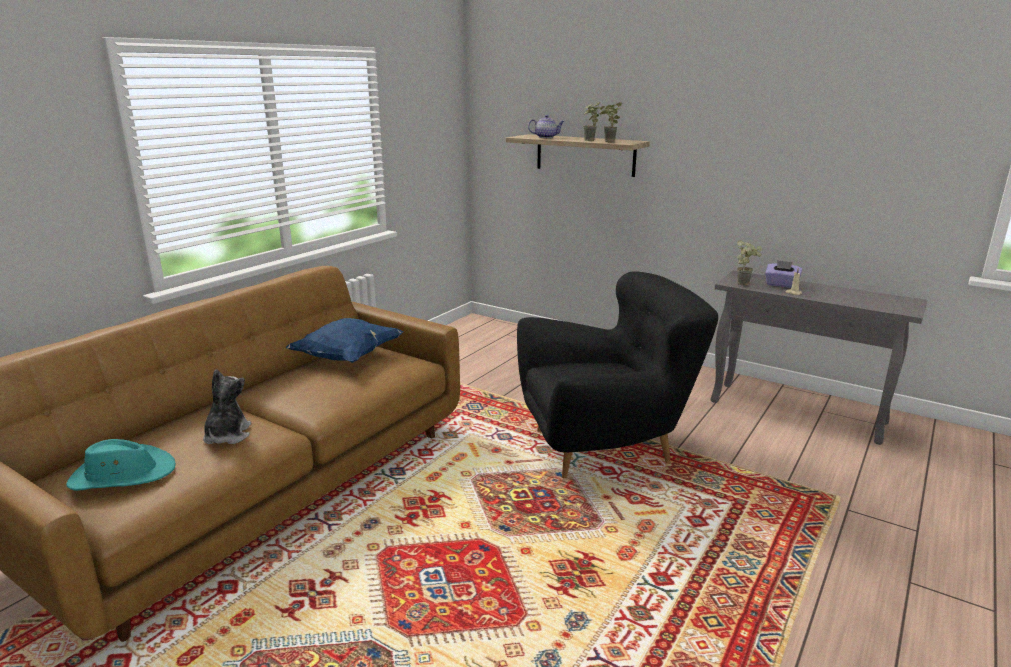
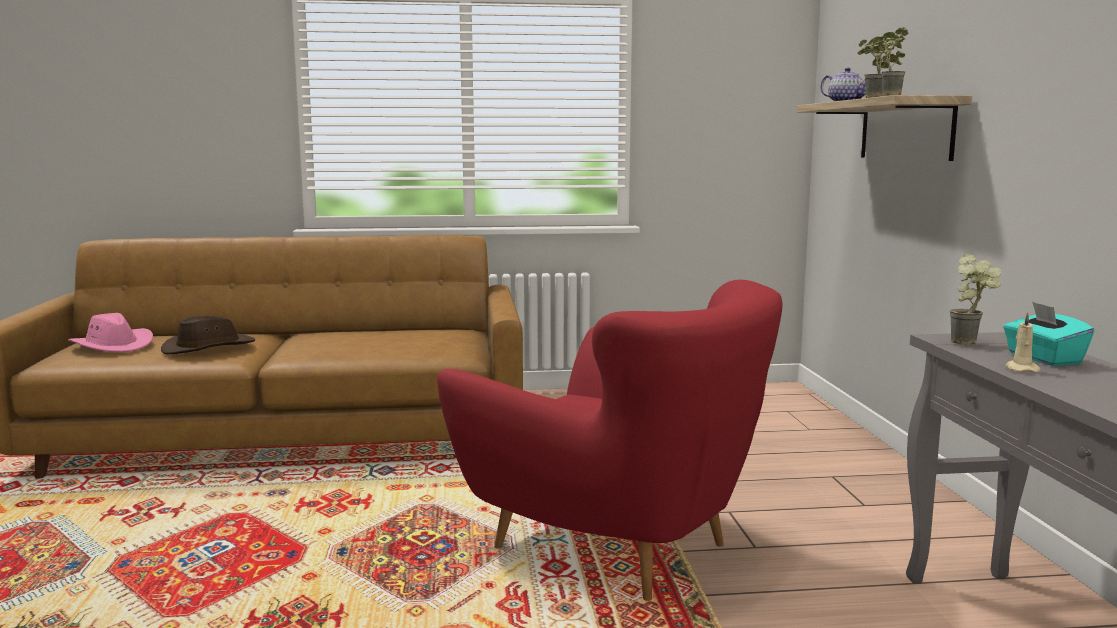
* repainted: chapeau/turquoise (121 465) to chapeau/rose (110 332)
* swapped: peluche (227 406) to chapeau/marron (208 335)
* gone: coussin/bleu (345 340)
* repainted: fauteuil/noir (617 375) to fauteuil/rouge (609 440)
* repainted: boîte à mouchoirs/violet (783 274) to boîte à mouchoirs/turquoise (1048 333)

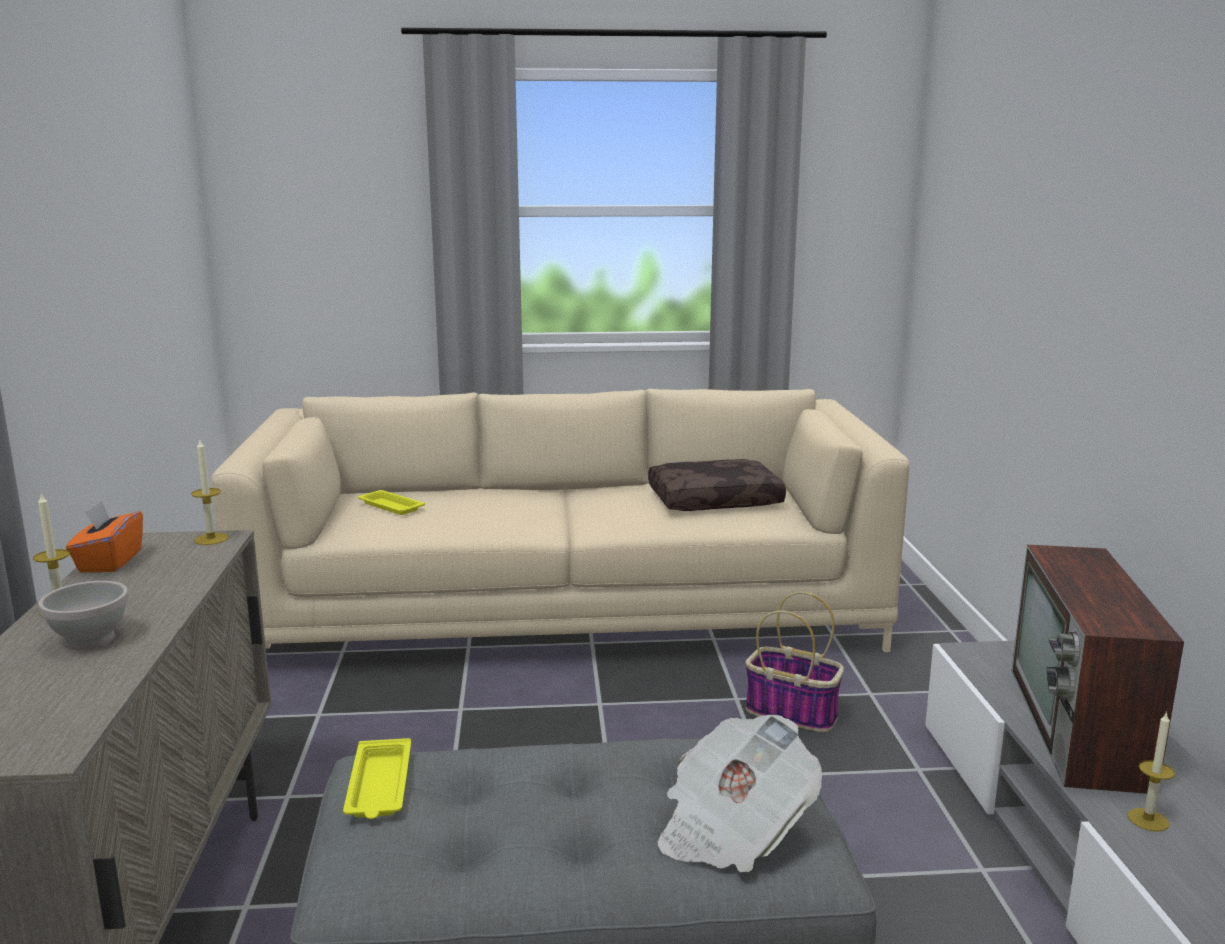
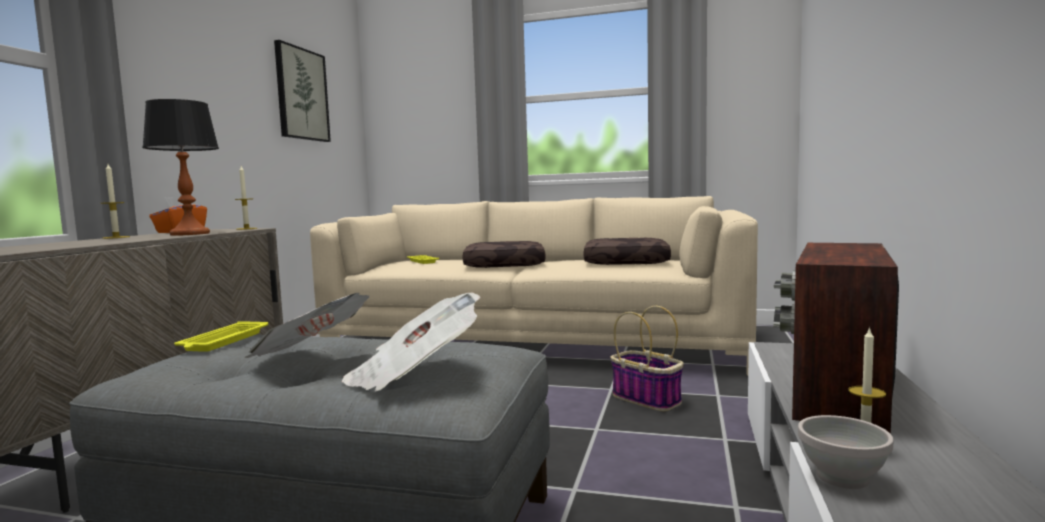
* shifted: bol/blanc (83 615) to (845 452)
* new: lampe de table (180 167)
* new: journal (307 325)
* new: tableau (302 91)
* new: coussin/marron (504 254)

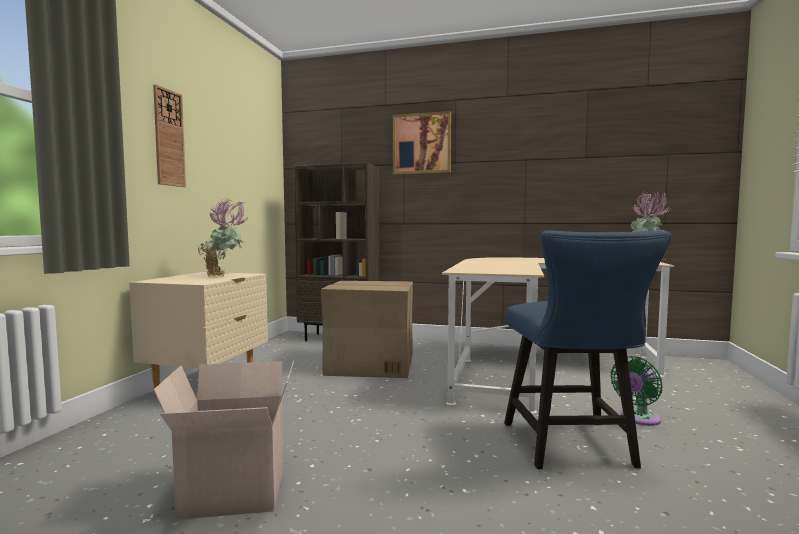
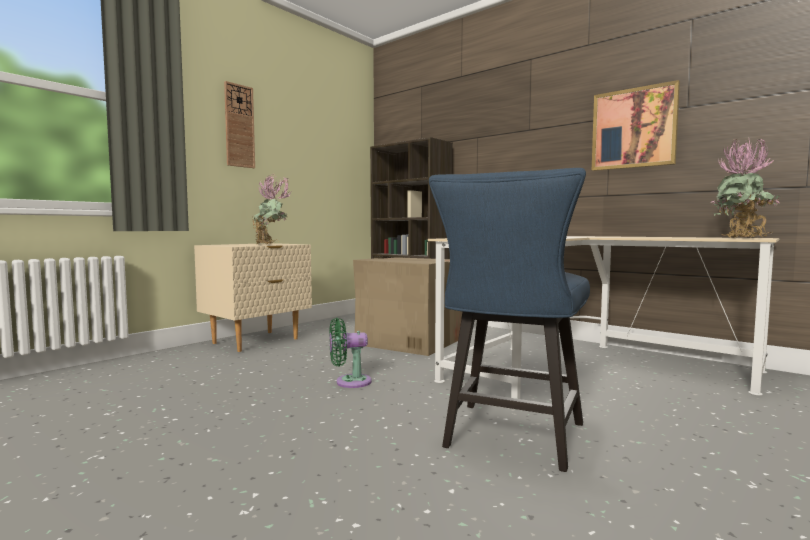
* gone: carton (224 440)
* shifted: tableau (422 142) to (636 125)
* shifted: ventilateur/vert (636 391) to (350 353)

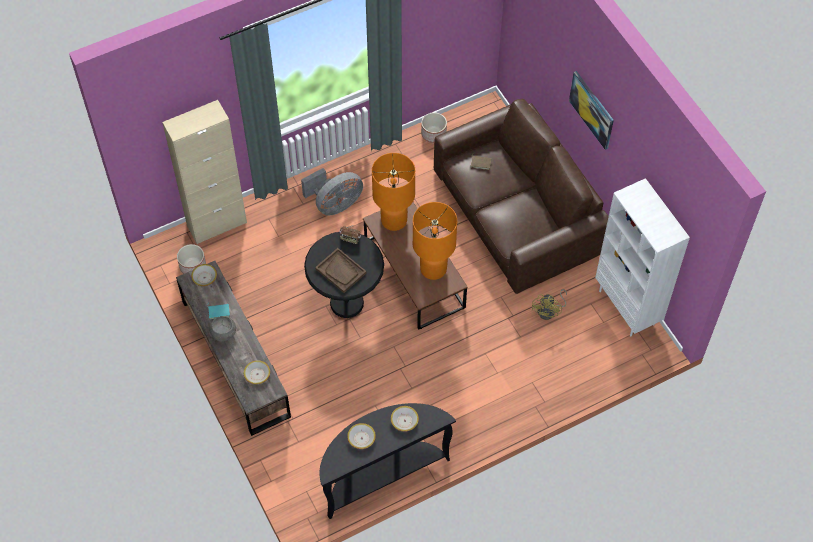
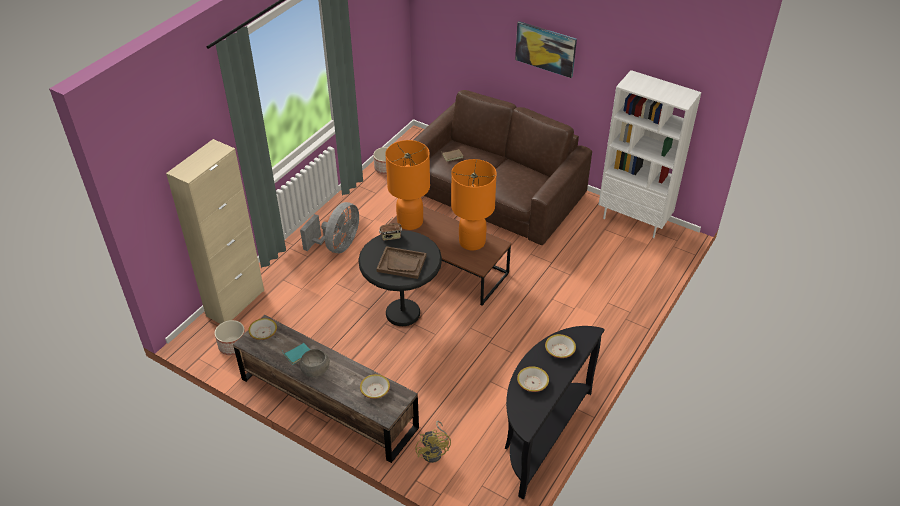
* shifted: ventilateur/jaune (549 304) to (433 442)

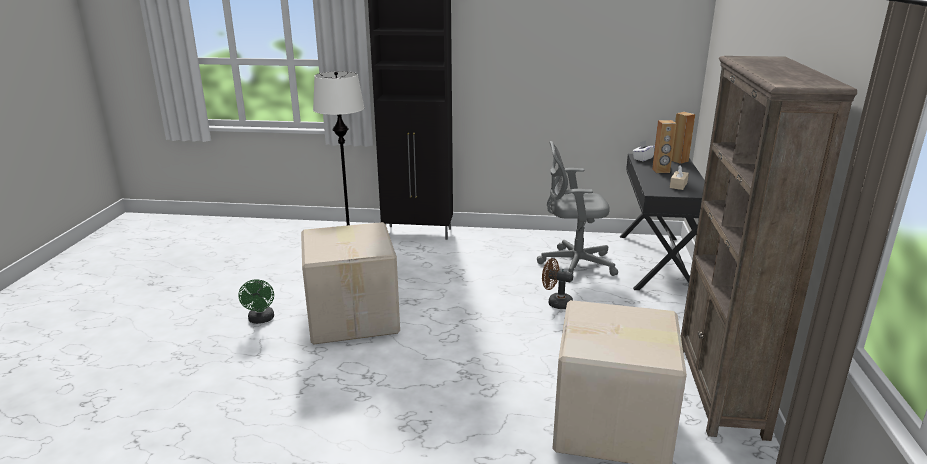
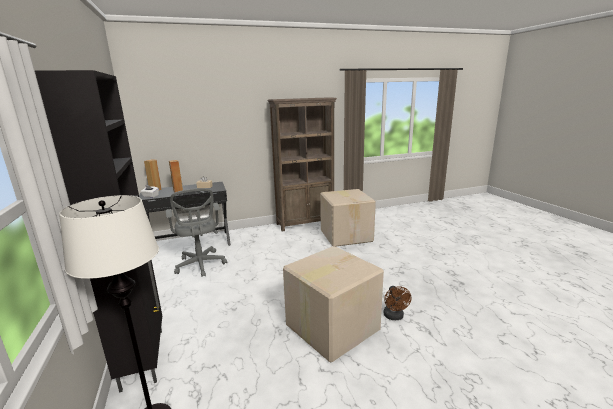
* gone: ventilateur/vert (256 301)
* shifted: ventilateur/marron (557 283) to (397 303)

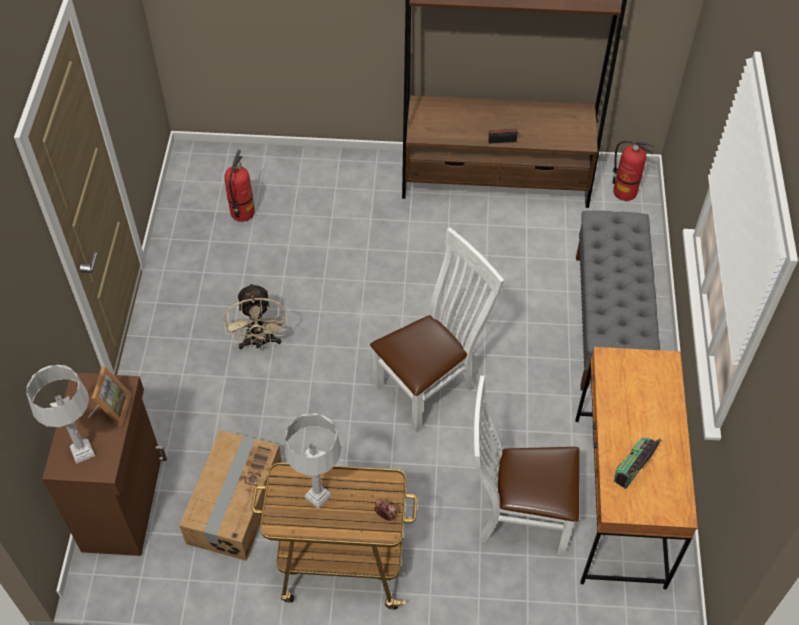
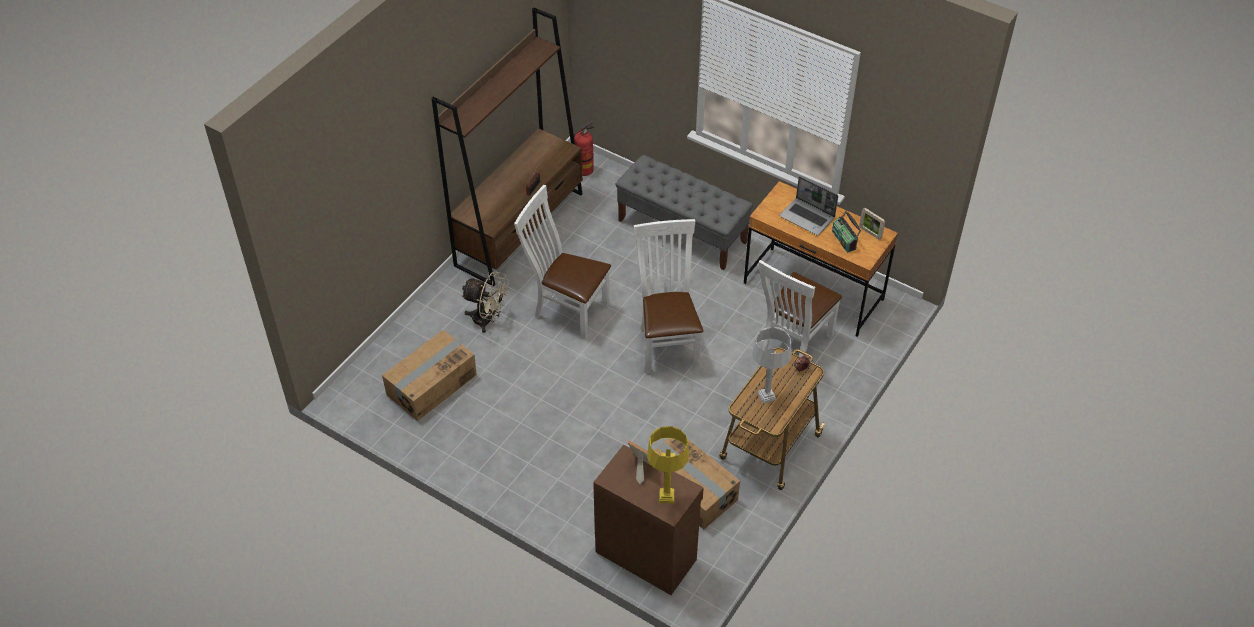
* repainted: lampe de table/gris (61 414) to lampe de table/jaune (668 465)
* swapped: extincteur (239 186) to carton (429 375)
* shifted: ventilateur/beige (256 316) to (485 302)
* new: chaise/blanc (562 262)
* new: ordinateur portable (808 206)
* new: cadre photo (872 224)

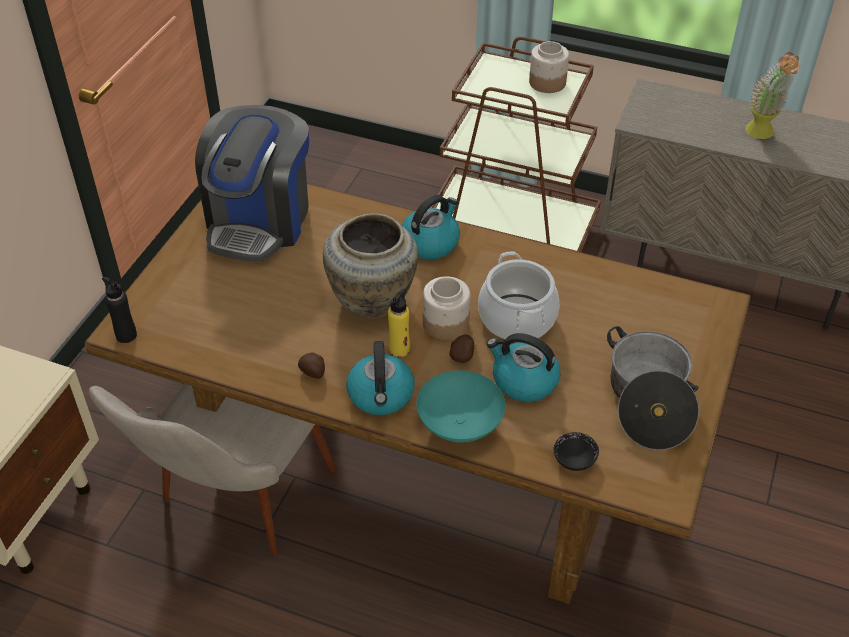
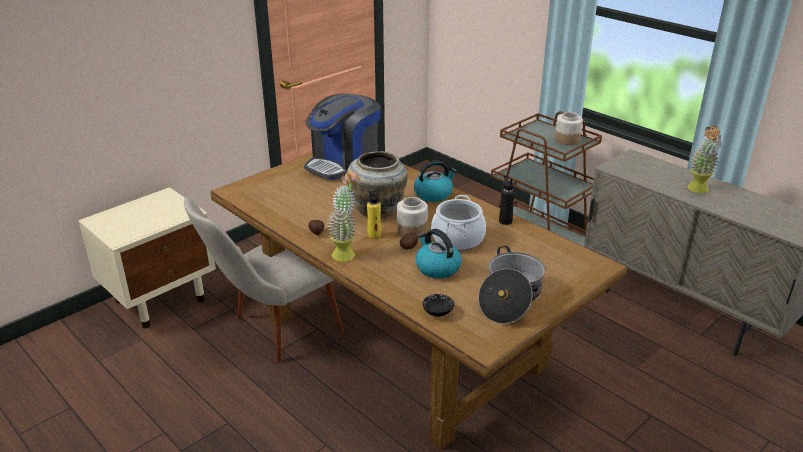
* shifted: bouteille/noir (119 310) to (507 200)
* swapped: bouilloire (380 378) to plante en pot (343 216)
* gone: bol/turquoise (460 406)

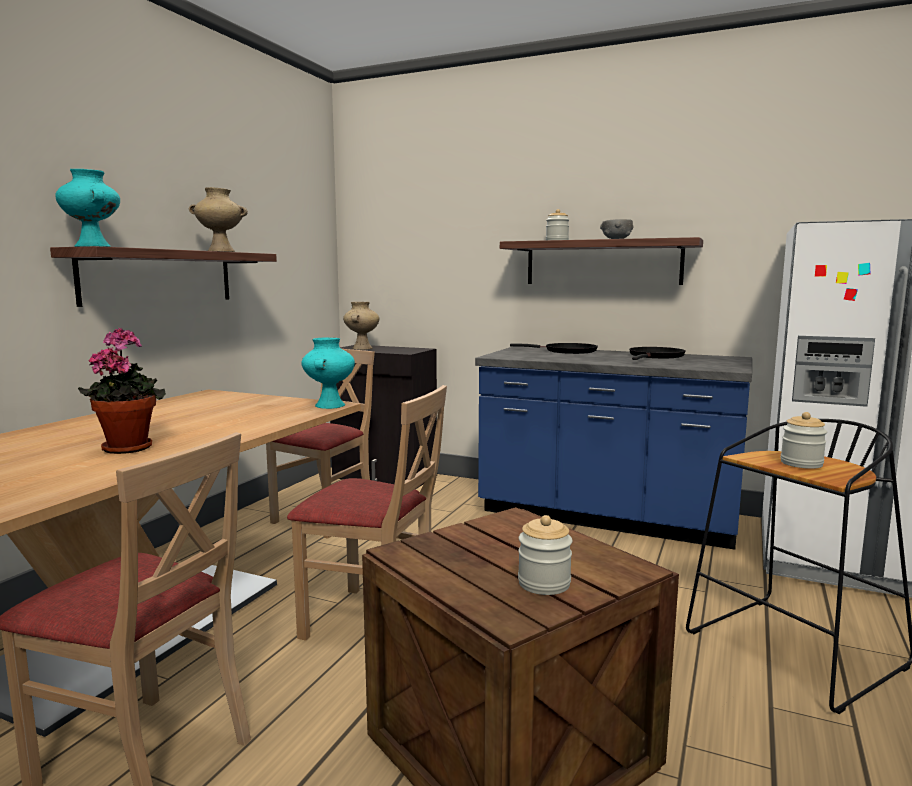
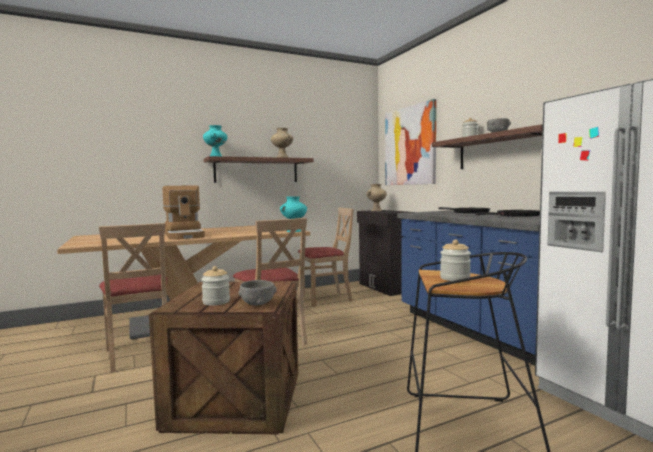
* swapped: plante en pot (122 391) to machine à café (183 212)
* new: bol/gris (257 293)
* new: tableau (410 142)

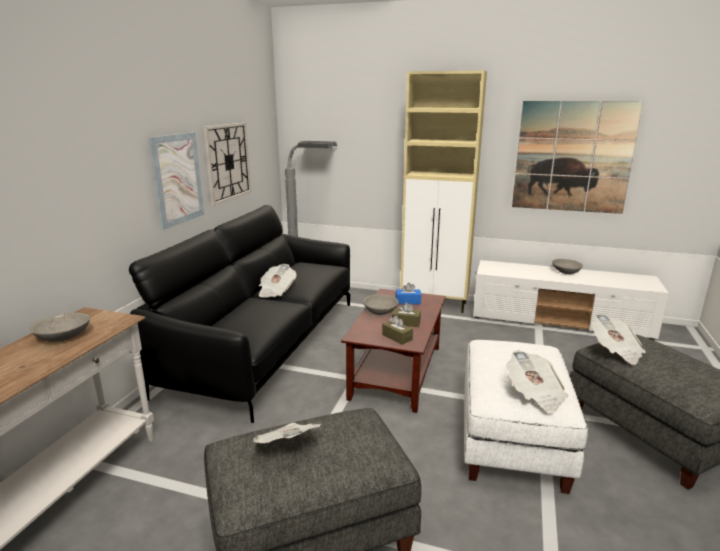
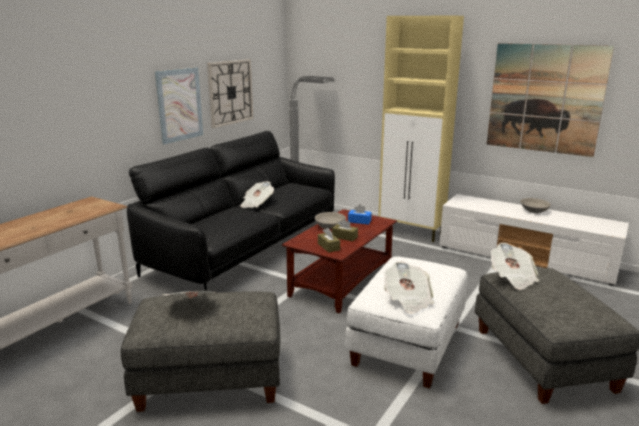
* gone: bol/gris (59 327)

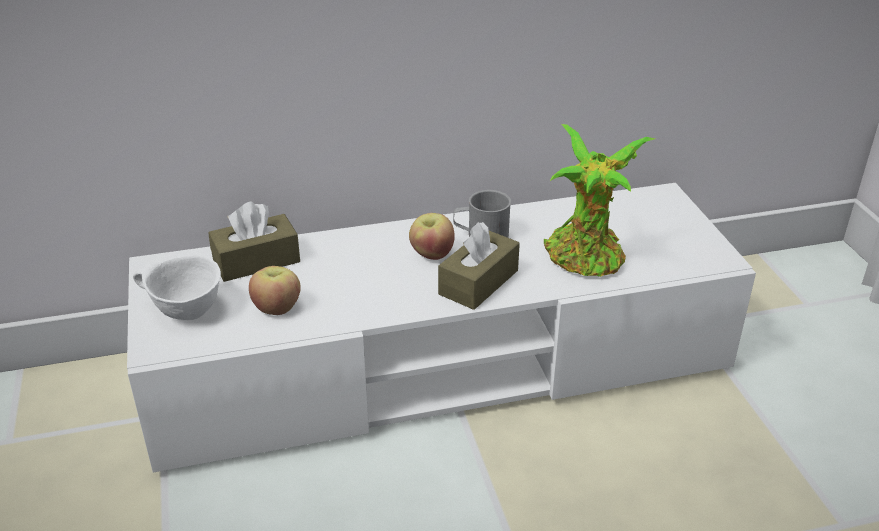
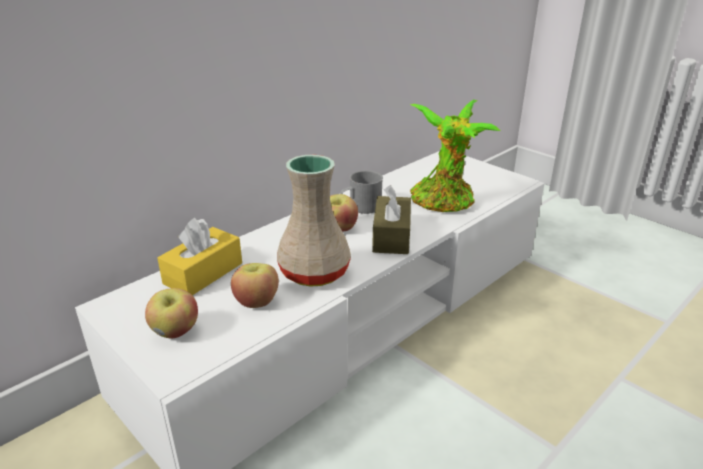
* swapped: bol/blanc (177 287) to pomme (171 313)
* repainted: boîte à mouchoirs/marron (254 242) to boîte à mouchoirs/jaune (199 256)
* new: vase/beige (314 221)

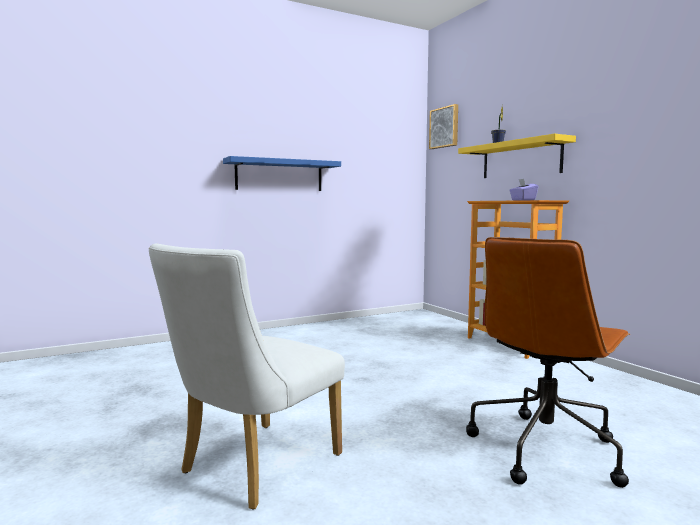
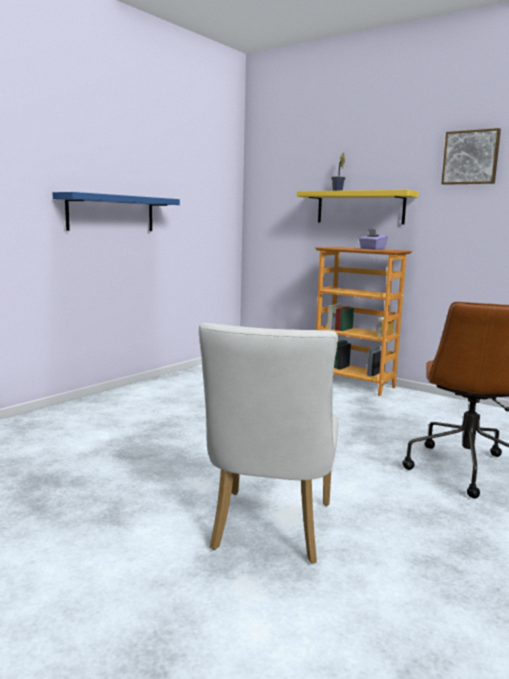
* shifted: tableau (443 126) to (471 156)

